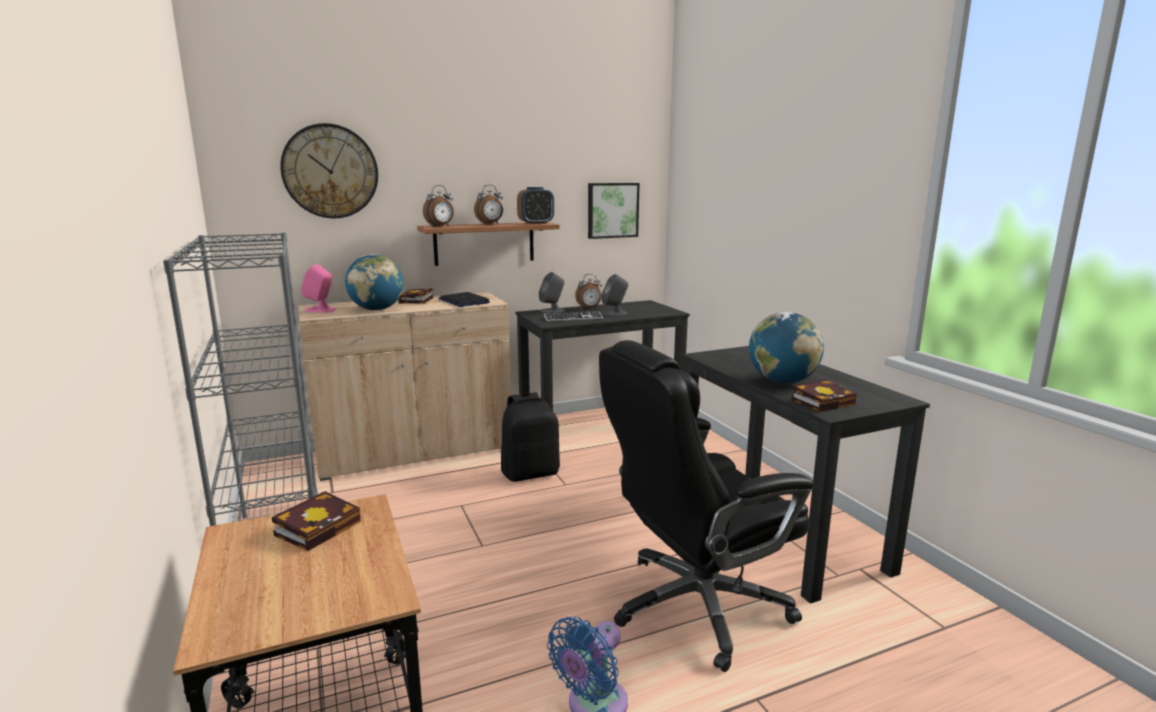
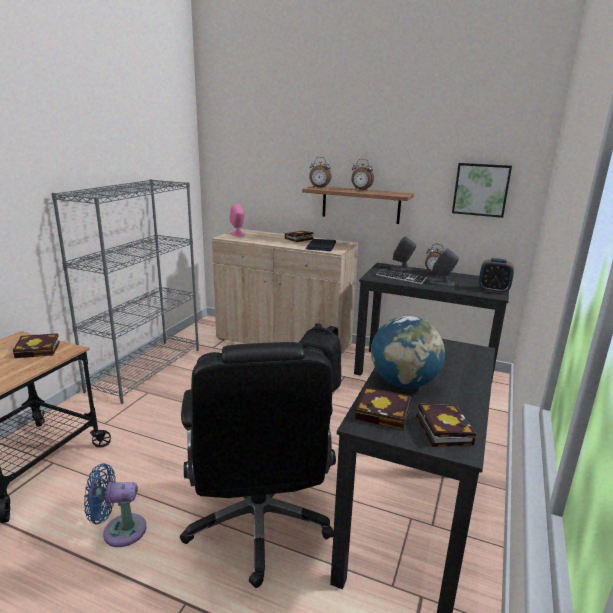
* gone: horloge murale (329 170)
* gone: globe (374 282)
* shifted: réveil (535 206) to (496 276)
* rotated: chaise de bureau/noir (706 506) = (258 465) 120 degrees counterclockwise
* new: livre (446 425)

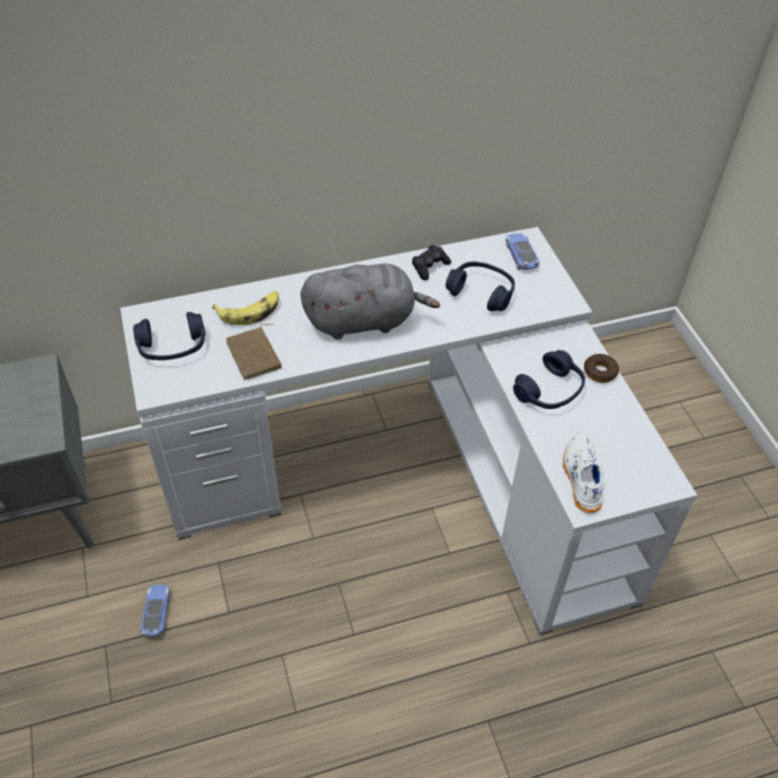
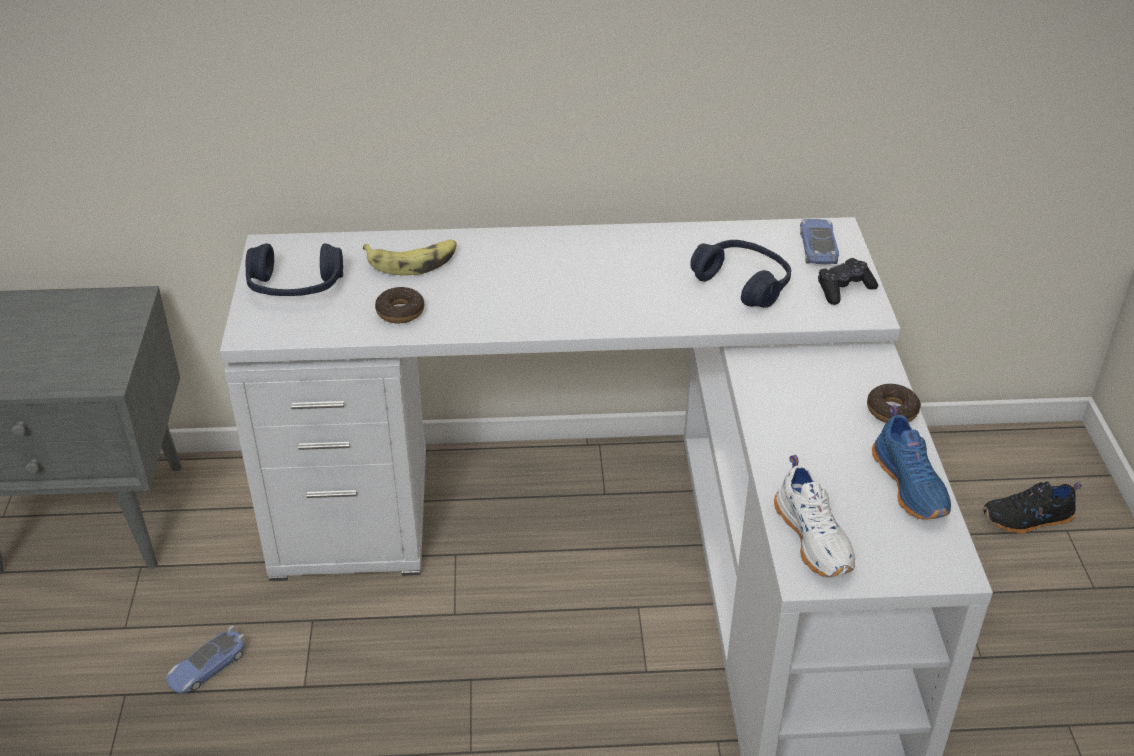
* rotated: petite voiture (155 611) = (206 659) 150 degrees counterclockwise
* swapped: livre/marron (254 352) to beignet (399 305)
* gone: peluche/gris (370 301)
* shifted: manette/noir (431 262) to (848 281)
* gone: casque audio/bleu (549 379)
* rotated: chaussure/blanc (583 472) = (814 516) 150 degrees clockwise
* new: chaussure/bleu (911 462)
* new: chaussure/noir (1032 507)

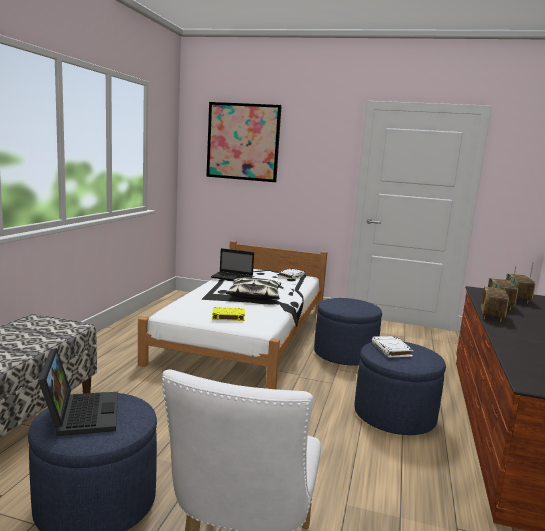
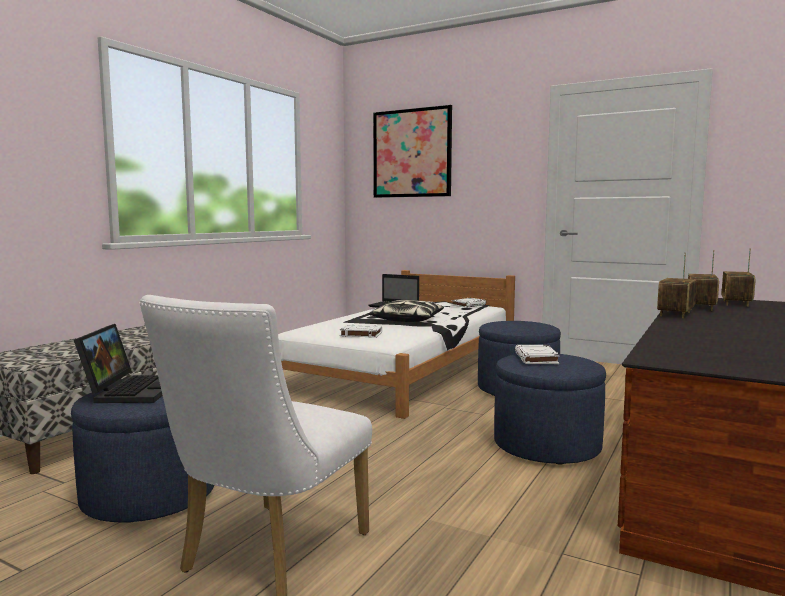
* repainted: livre/jaune (228 314) to livre/blanc (360 331)

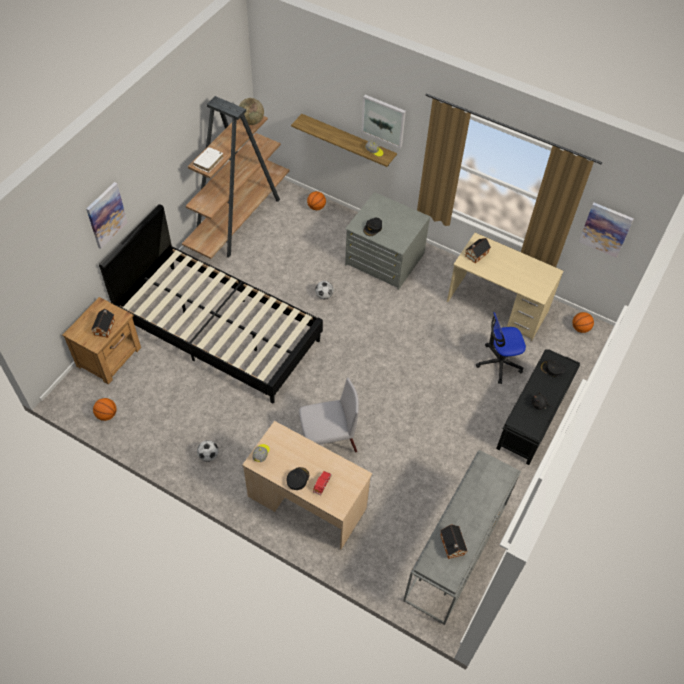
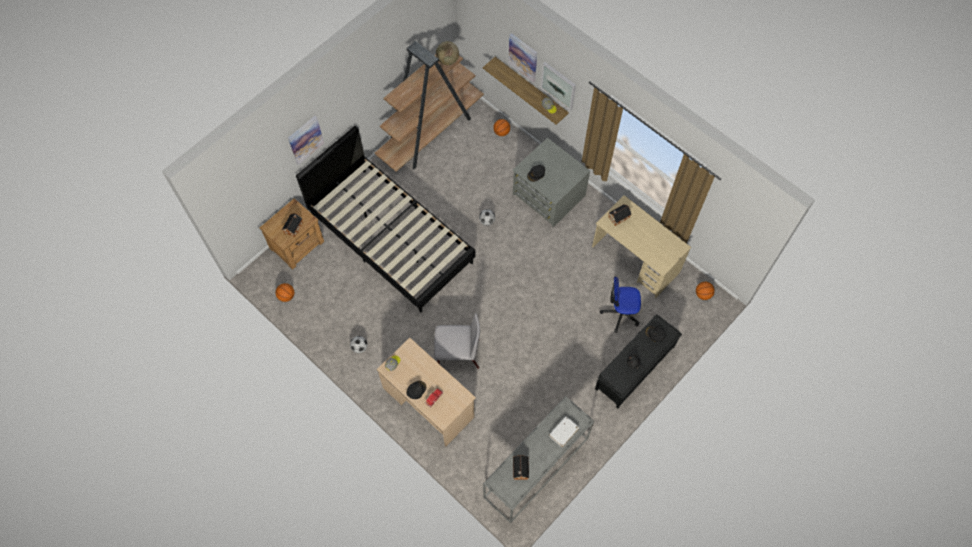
* shifted: livre/blanc (208 160) to (564 431)
* shifted: tableau (606 230) to (522 57)

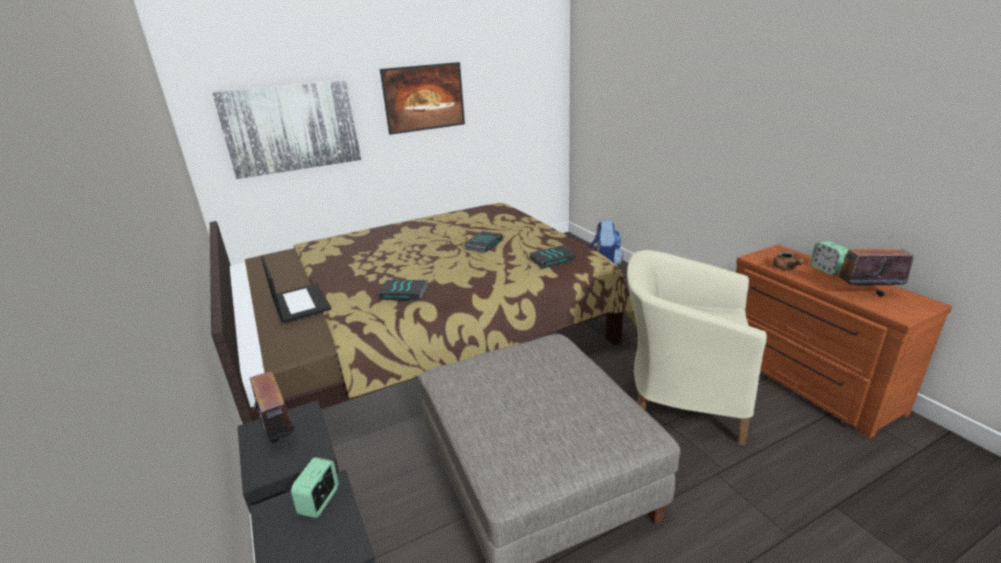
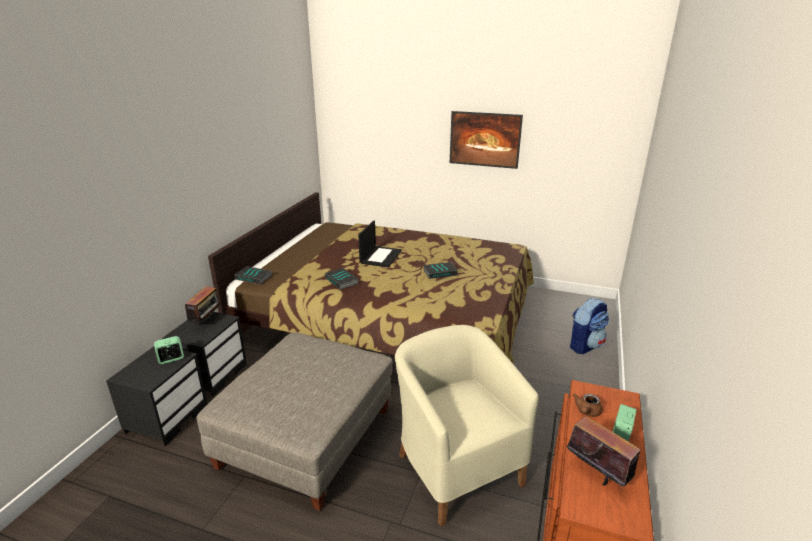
* gone: tableau (286 129)
* shifted: ordinateur portable (296 289) to (380 243)
* shifted: livre (552 257) to (253 275)

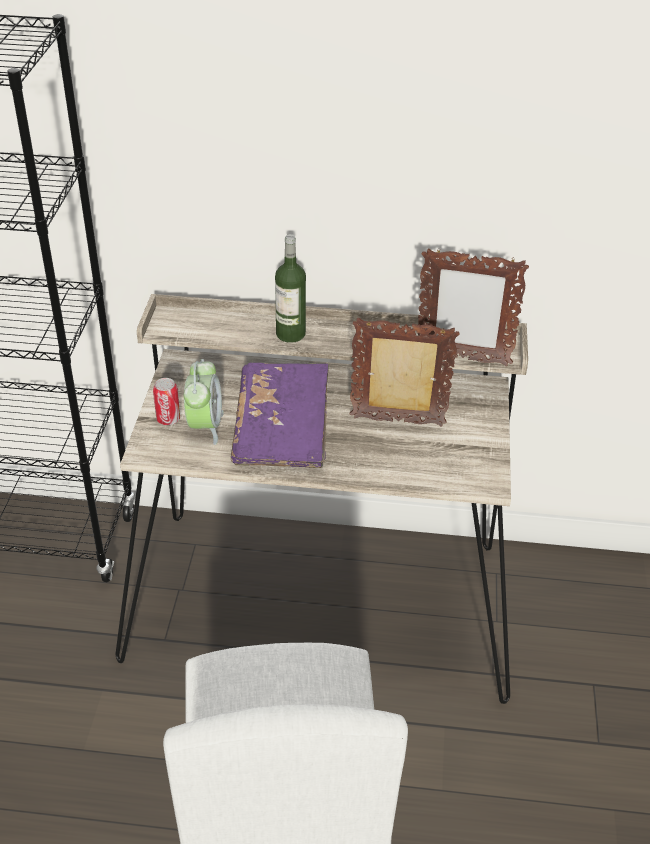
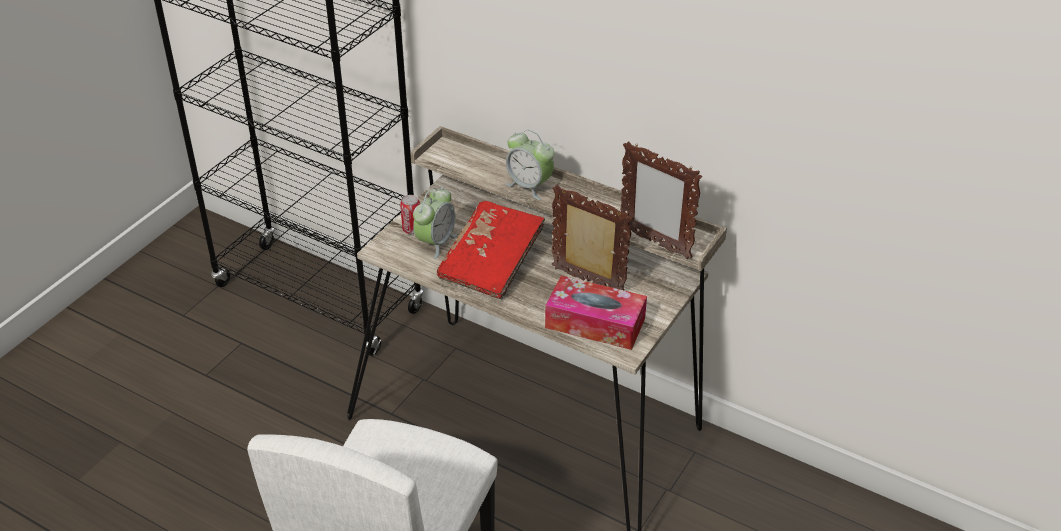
* repainted: livre/violet (280 415) to livre/rouge (491 250)
* swapped: bouteille (290 288) to réveil (530 165)
* new: boîte à mouchoirs (596 312)

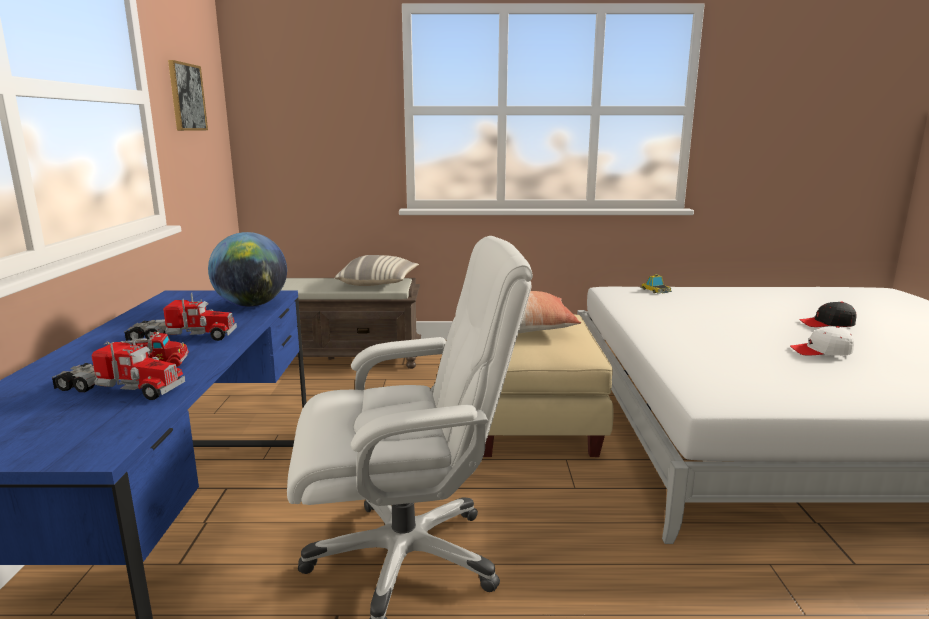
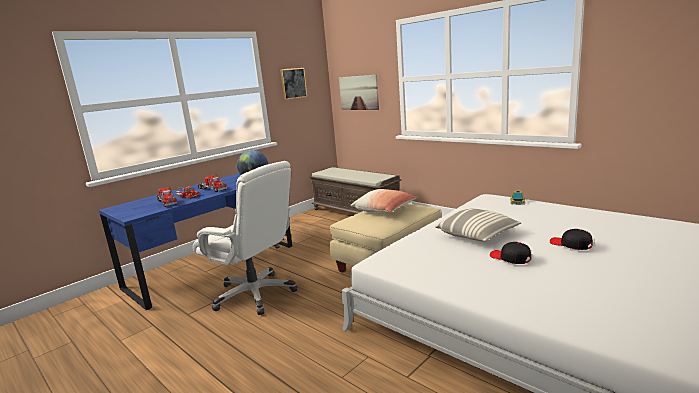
* shifted: coussin (377 270) to (478 225)
* repainted: casquette/blanc (822 341) to casquette/noir (510 253)
* new: tableau (359 92)

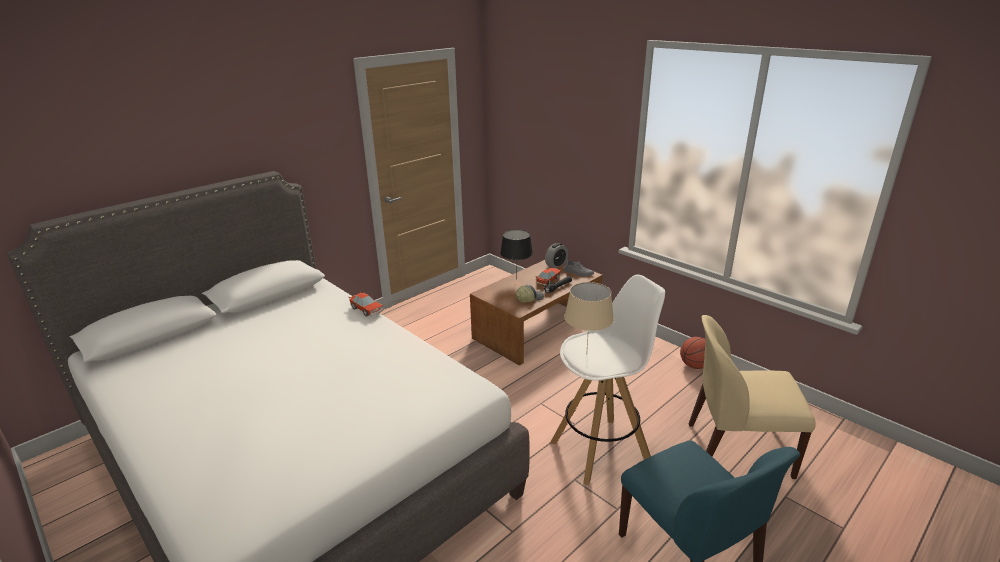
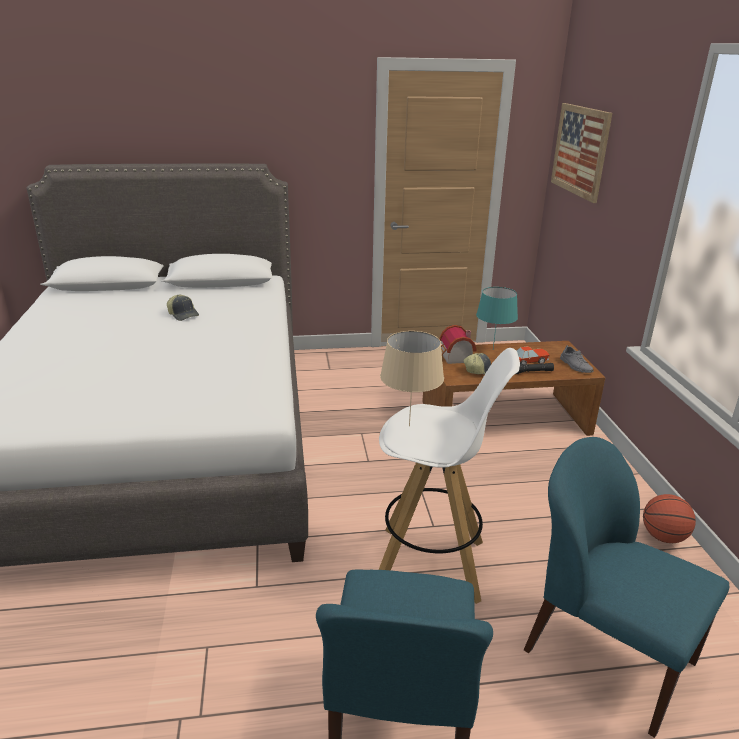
* gone: petite voiture (365 304)
* repainted: lampe de table/noir (516 255) to lampe de table/turquoise (497 318)
* gone: réveil (556 255)
* repainted: chaise/beige (752 397) to chaise/bleu (626 587)
* new: casquette (183 308)
* new: maison miniature (458 344)
* new: tableau (581 153)

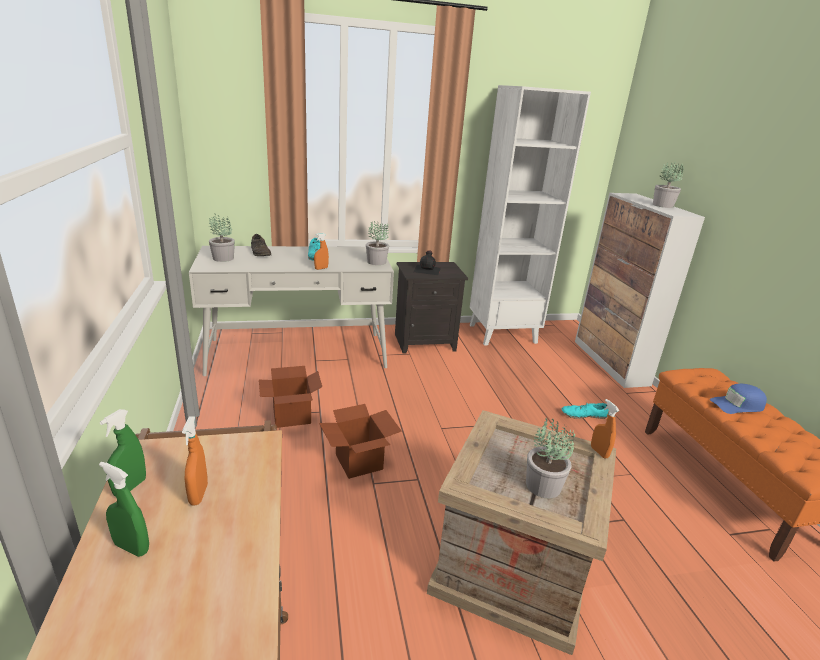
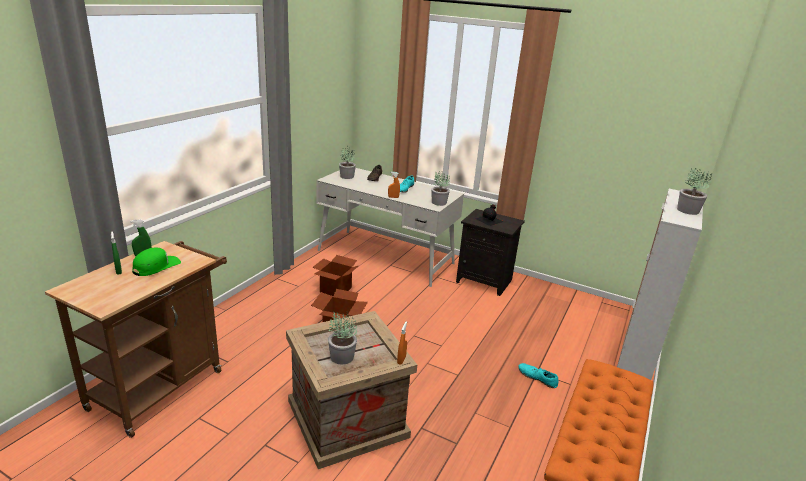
* swapped: vaporisateur/orange (195 461) to casquette/vert (156 262)
* gone: bibliothèque/blanc (530 215)
* gone: casquette/bleu (738 399)

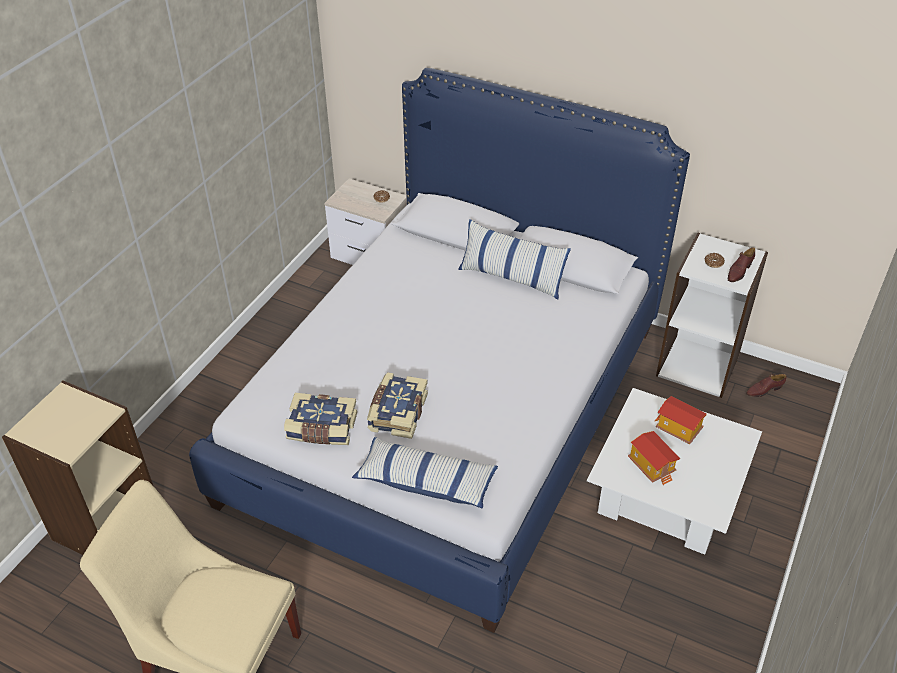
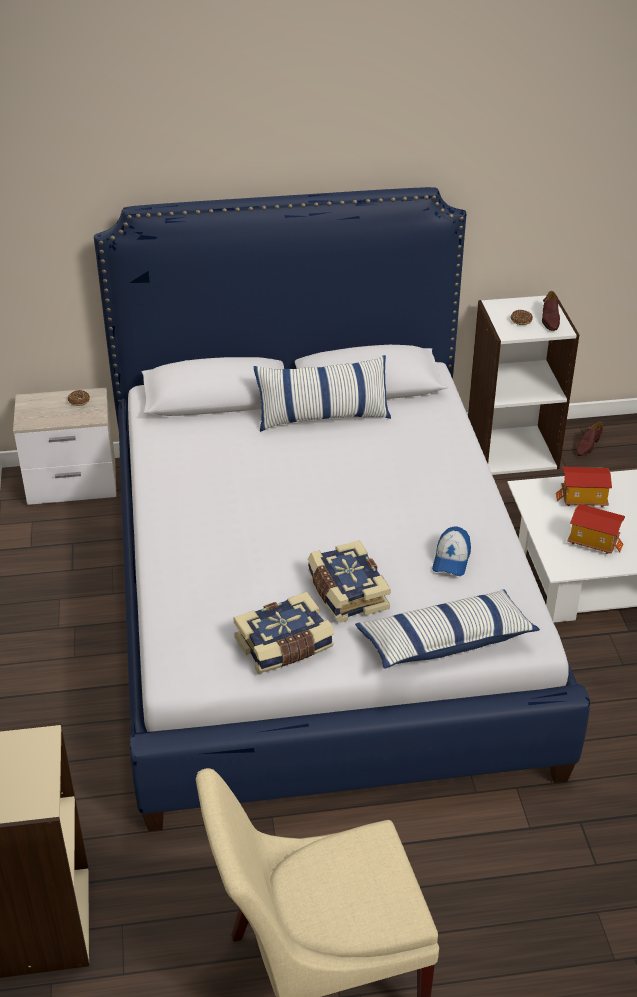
* new: casquette (451 551)

